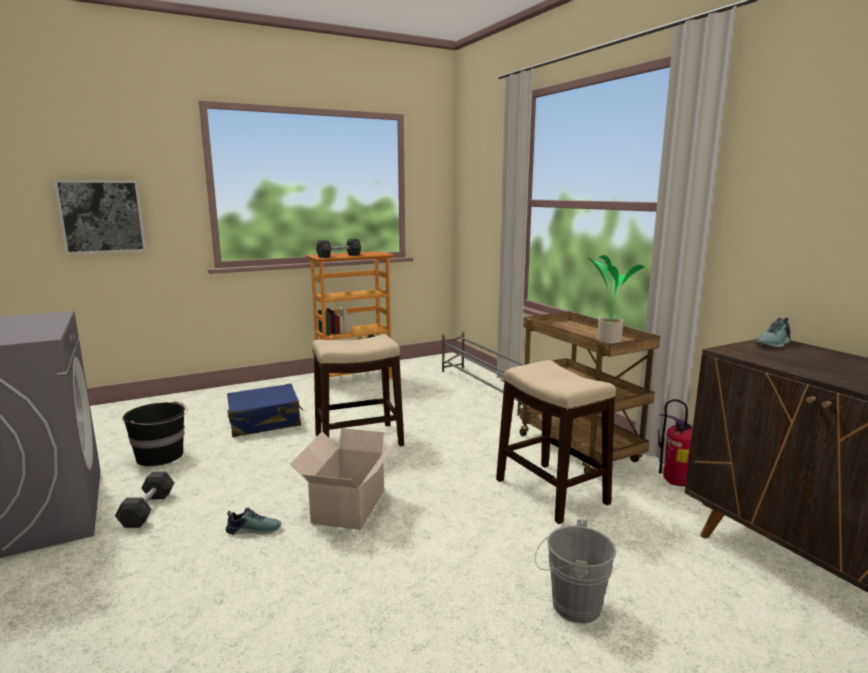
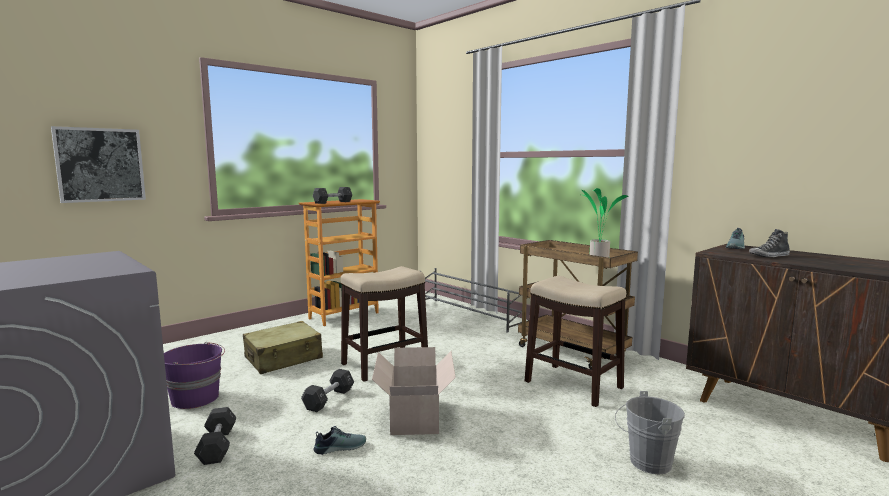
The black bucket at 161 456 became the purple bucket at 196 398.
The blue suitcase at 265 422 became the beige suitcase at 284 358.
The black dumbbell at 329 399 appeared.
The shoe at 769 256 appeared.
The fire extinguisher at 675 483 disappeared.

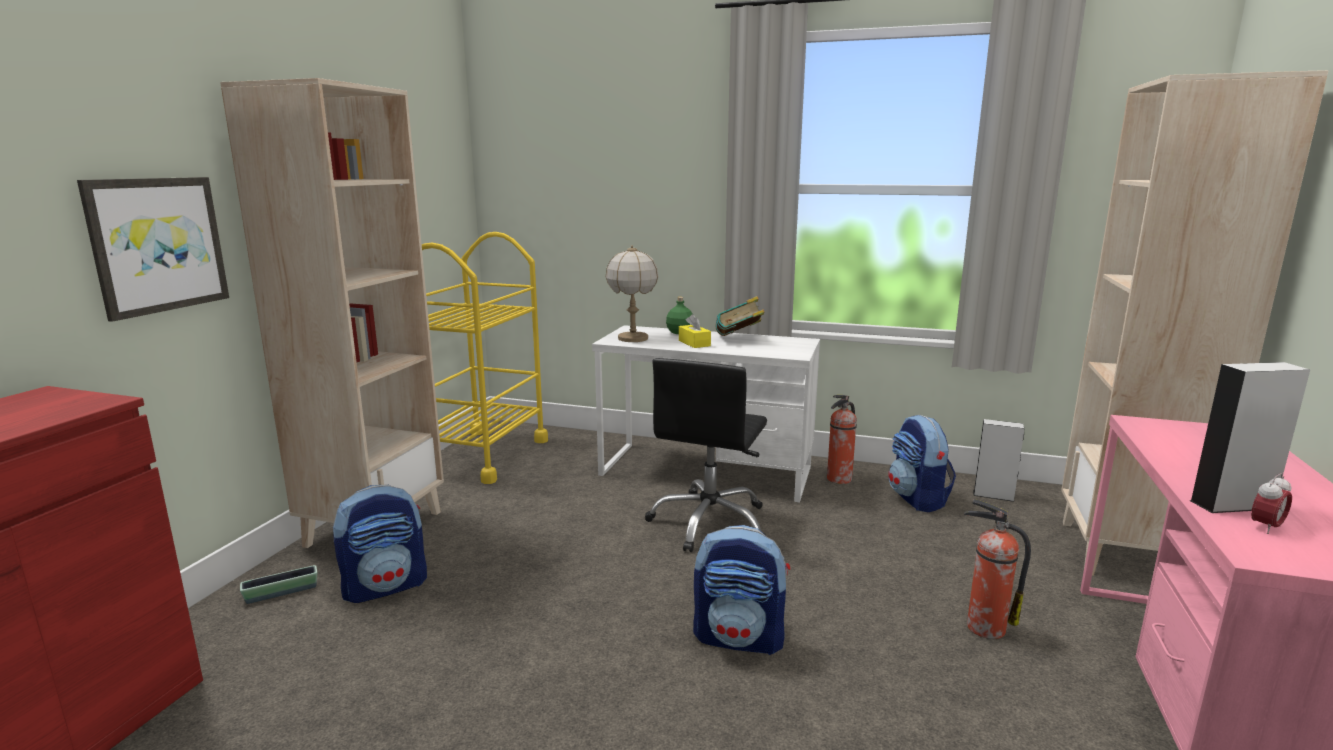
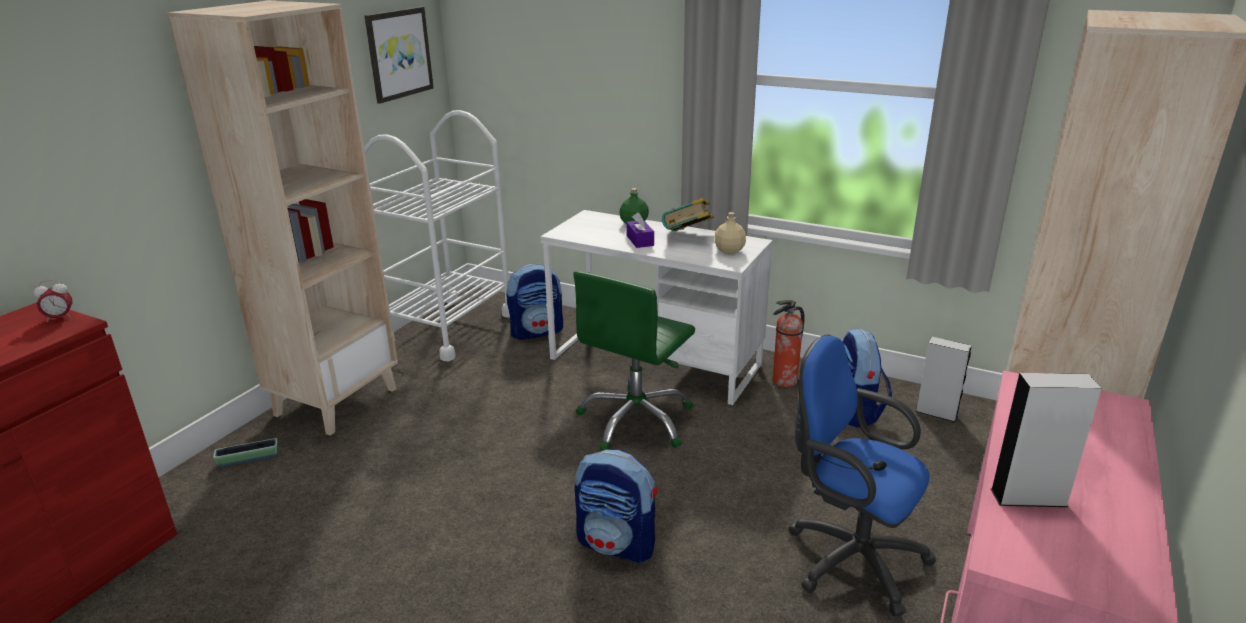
The alarm clock moved from 1265 527 to 60 318.
The yellow cart at 482 455 became the white cart at 449 328.
The picture moved from 157 245 to 398 54.
The backpack moved from 386 586 to 537 331.
The black office chair at 710 522 became the green office chair at 636 420.
The yellow tissue box at 694 343 became the purple tissue box at 640 240.
The beige bottle at 730 250 appeared.
The fire extinguisher at 983 627 was replaced by the blue office chair at 848 557.
The table lamp at 633 338 disappeared.

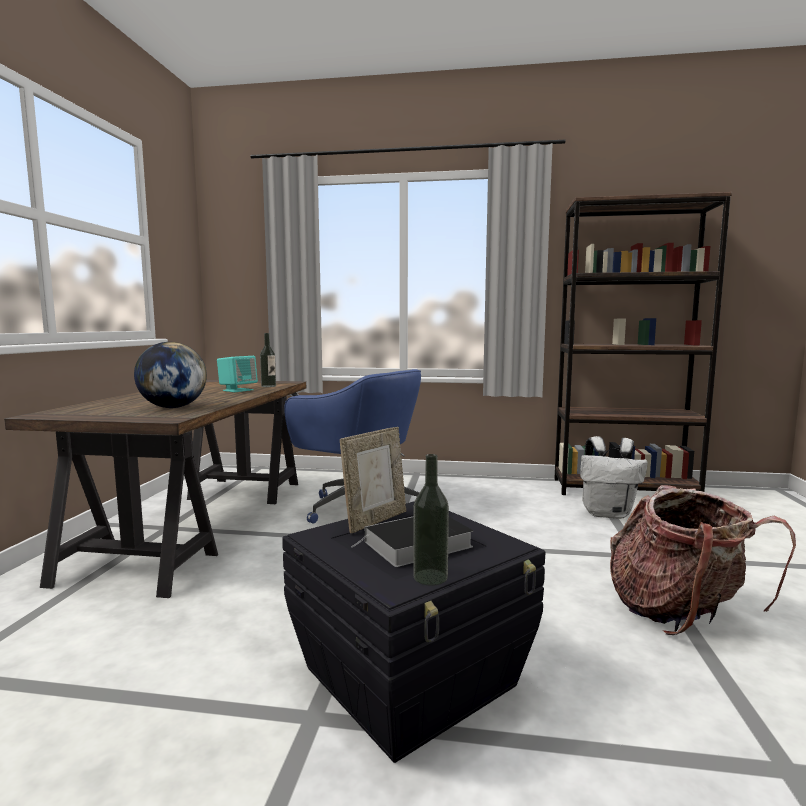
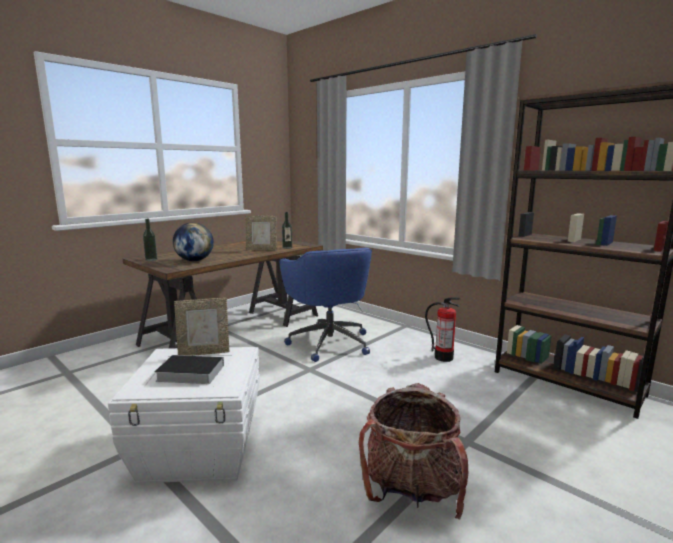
The black storage box at 412 676 became the white storage box at 200 450.
The bottle moved from 430 577 to 151 260.
The turquoise speaker at 238 390 was replaced by the picture frame at 261 249.
The fire extinguisher at 443 357 appeared.
The white backpack at 607 513 disappeared.

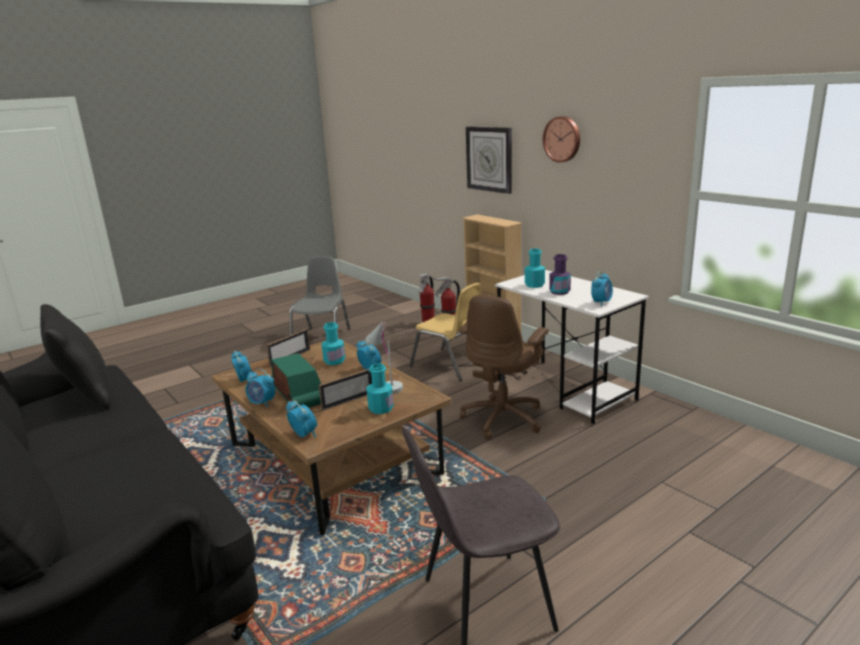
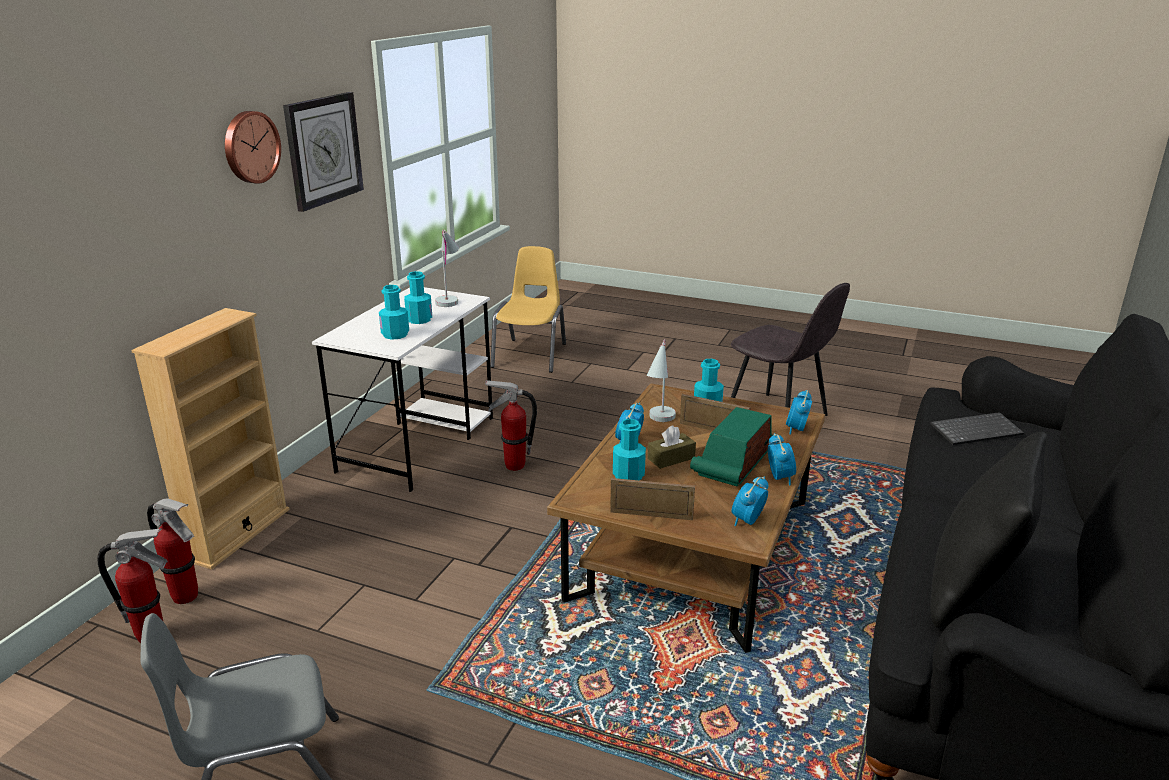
The wall clock moved from 489 159 to 323 150.
The purple bottle at 559 292 became the turquoise bottle at 419 319.
The alarm clock at 601 302 was replaced by the white table lamp at 449 299.
The brown office chair at 503 418 was replaced by the fire extinguisher at 514 466.
The yellow chair moved from 450 365 to 531 355.
The brown tissue box at 671 458 appeared.
The keyboard at 976 430 appeared.

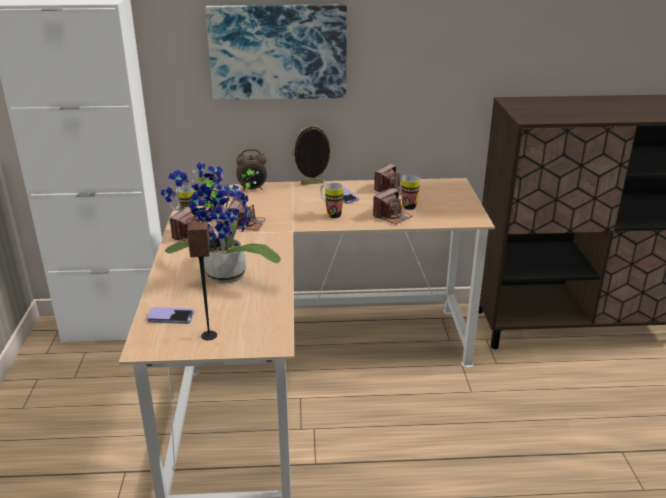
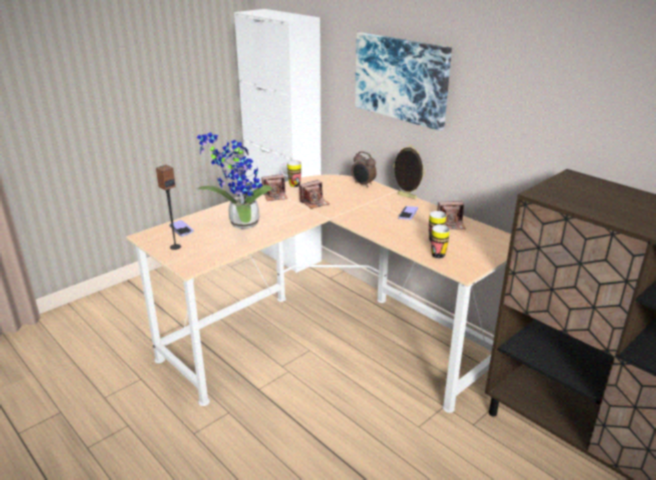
The mug moved from 330 214 to 437 253.
The photo camera at 392 216 disappeared.

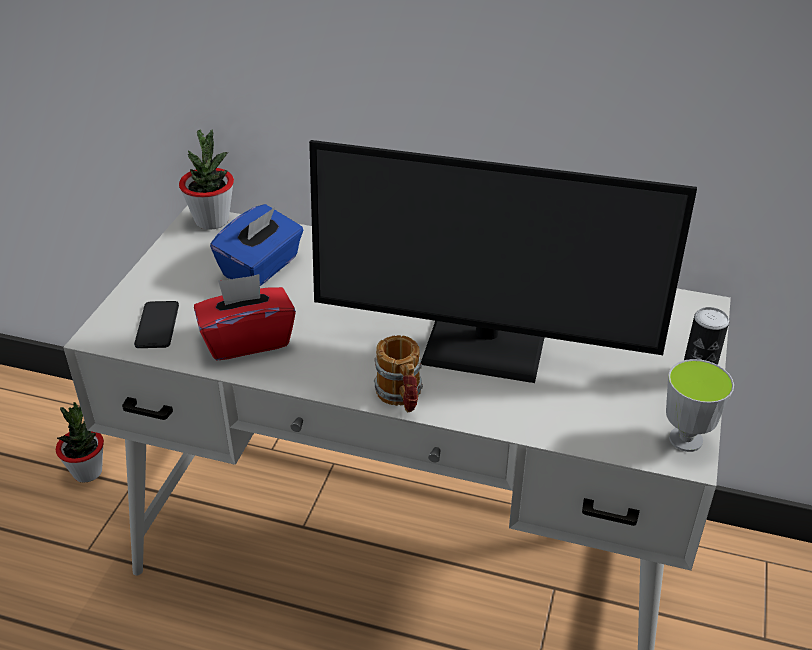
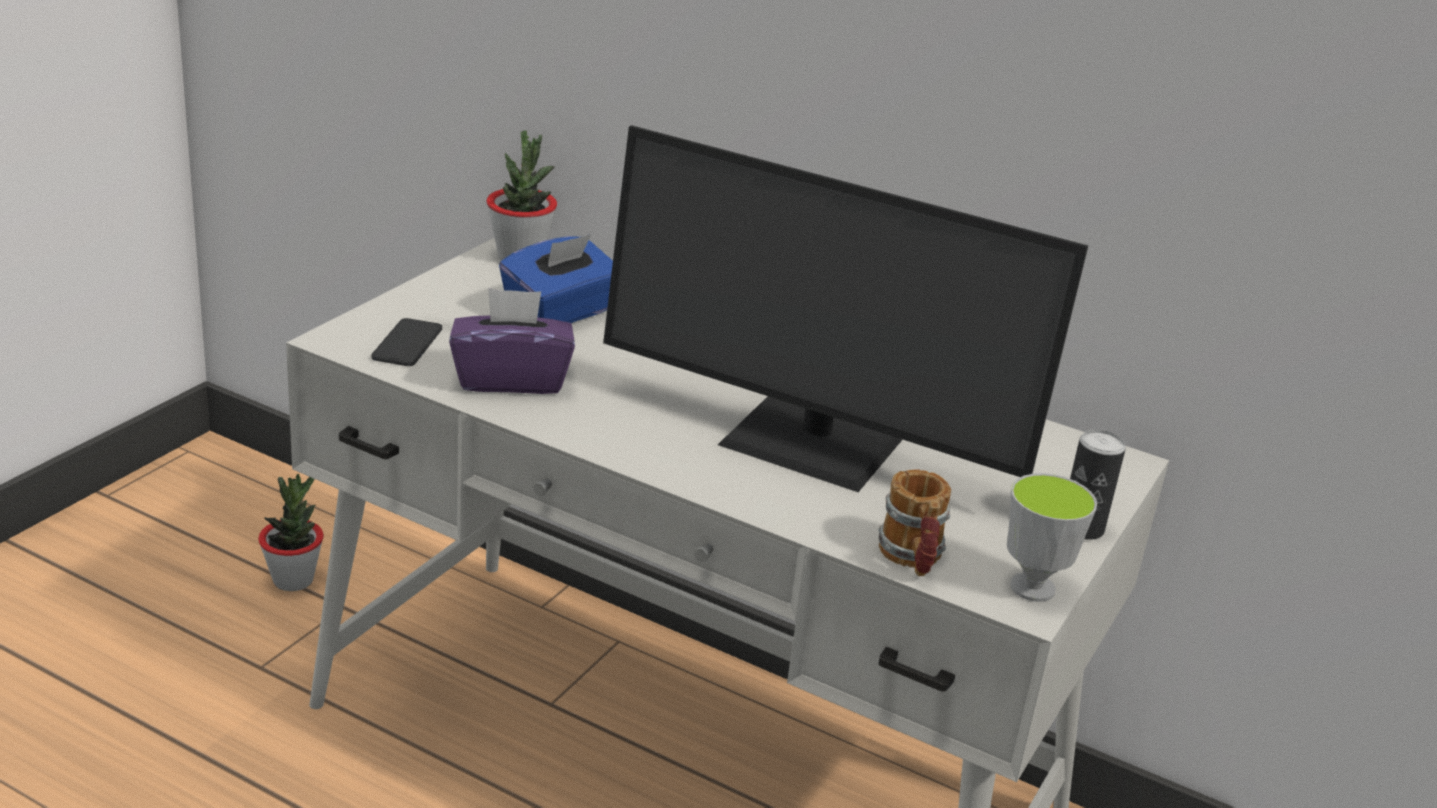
The red tissue box at 247 340 became the purple tissue box at 511 379.
The mug moved from 401 397 to 912 558.

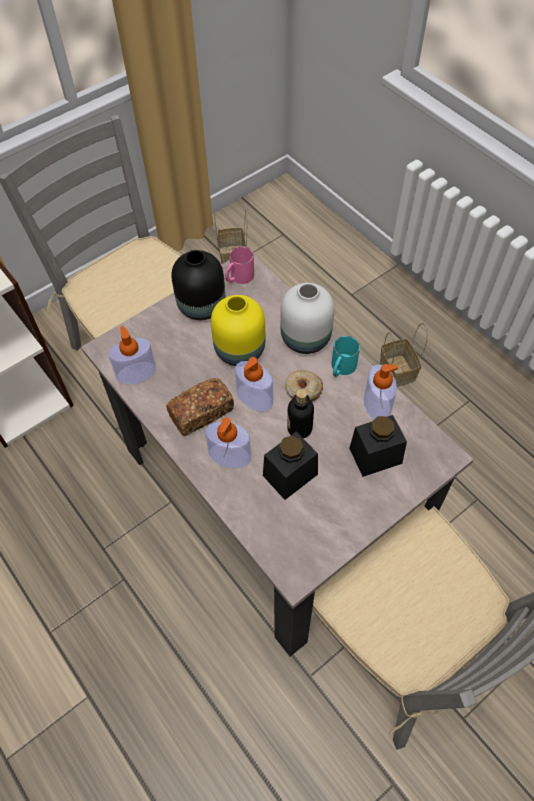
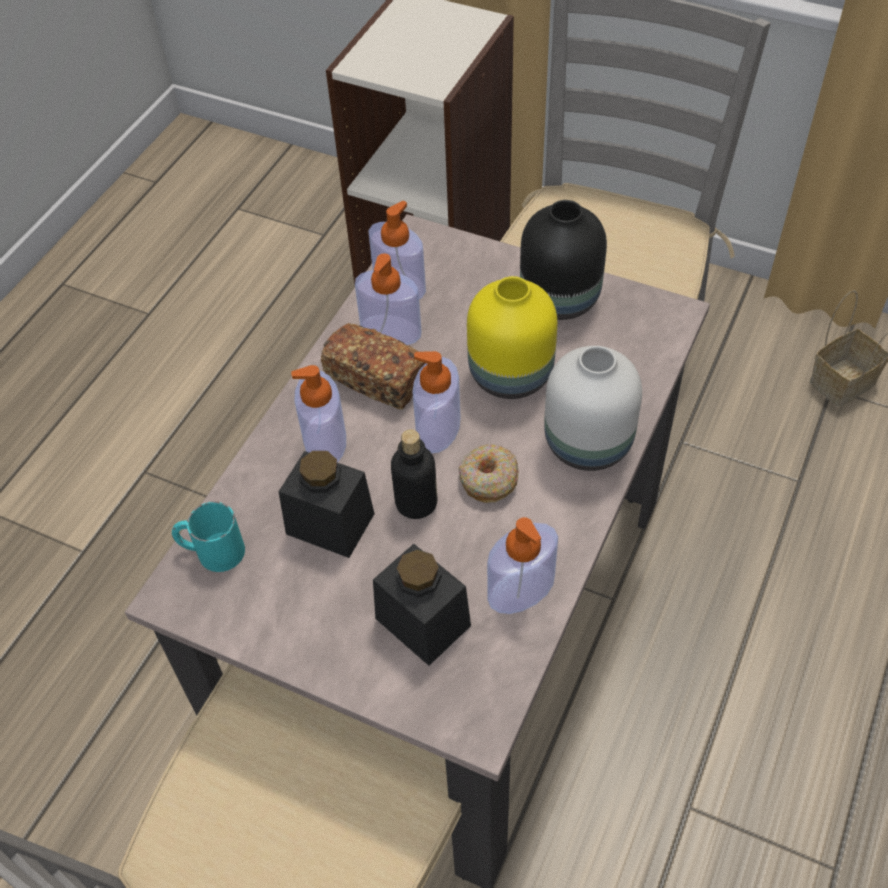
The turquoise mug moved from 341 368 to 211 551.
The soap dispenser at 391 330 appeared.
The pink mug at 238 277 disappeared.
The basket at 398 372 disappeared.

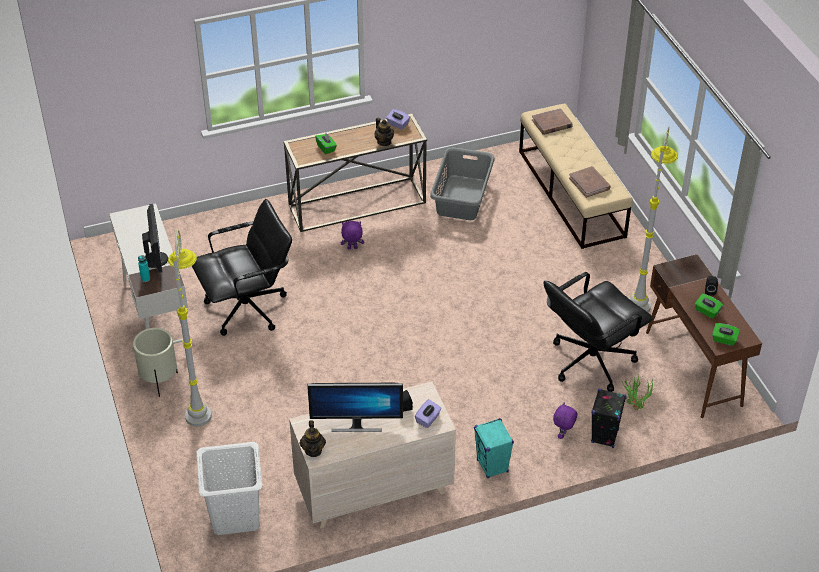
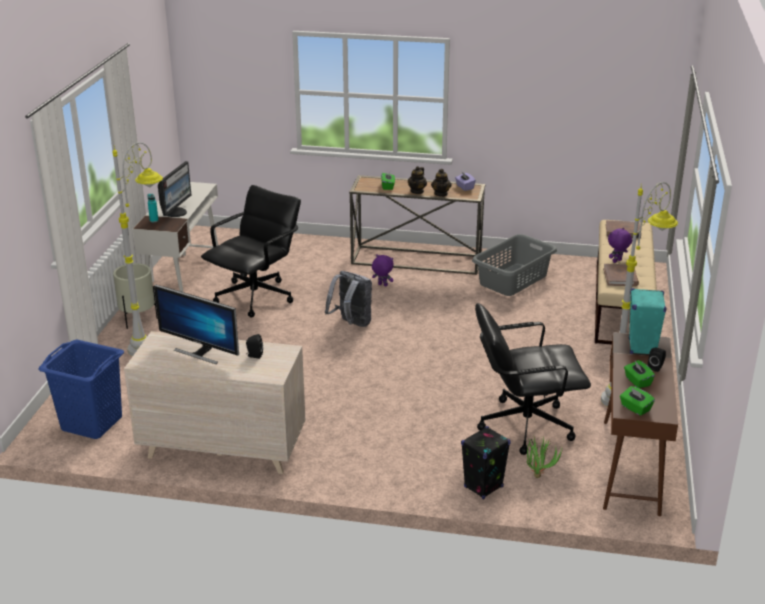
The white laundry basket at 234 515 became the blue laundry basket at 92 423.
The black office chair at 248 309 turned 60 degrees counterclockwise.
The grey backpack at 351 324 appeared.
The teapot moved from 313 450 to 417 191.
The purple plush toy moved from 563 434 to 617 261.
The turquoise speaker moved from 492 466 to 642 347.
The purple tissue box at 428 419 disappeared.

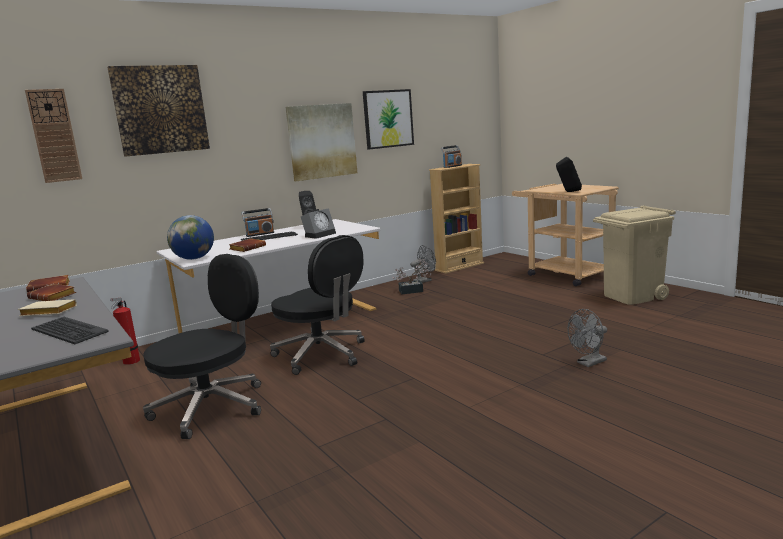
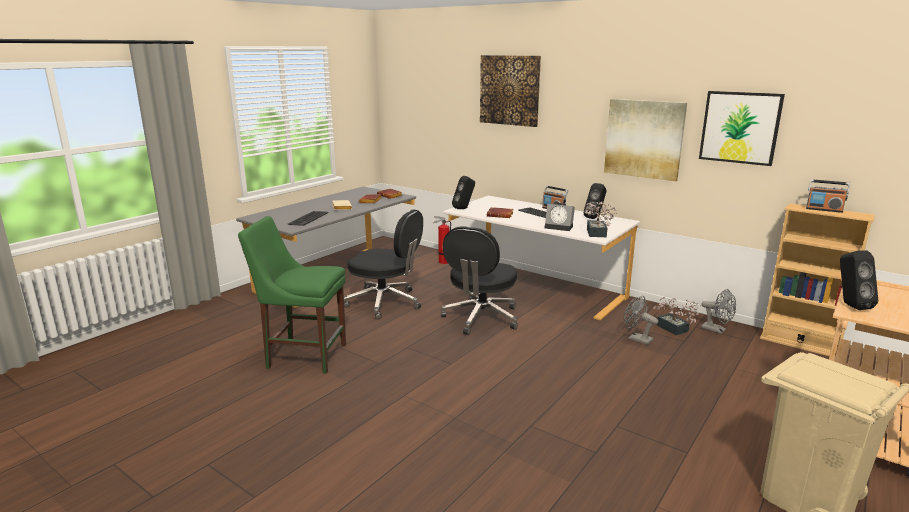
The green chair at 303 355 appeared.
The globe at 194 258 was replaced by the black speaker at 464 208.
The potted plant at 596 234 appeared.
The grey fan moved from 588 363 to 636 339.
The wall clock at 54 136 disappeared.

